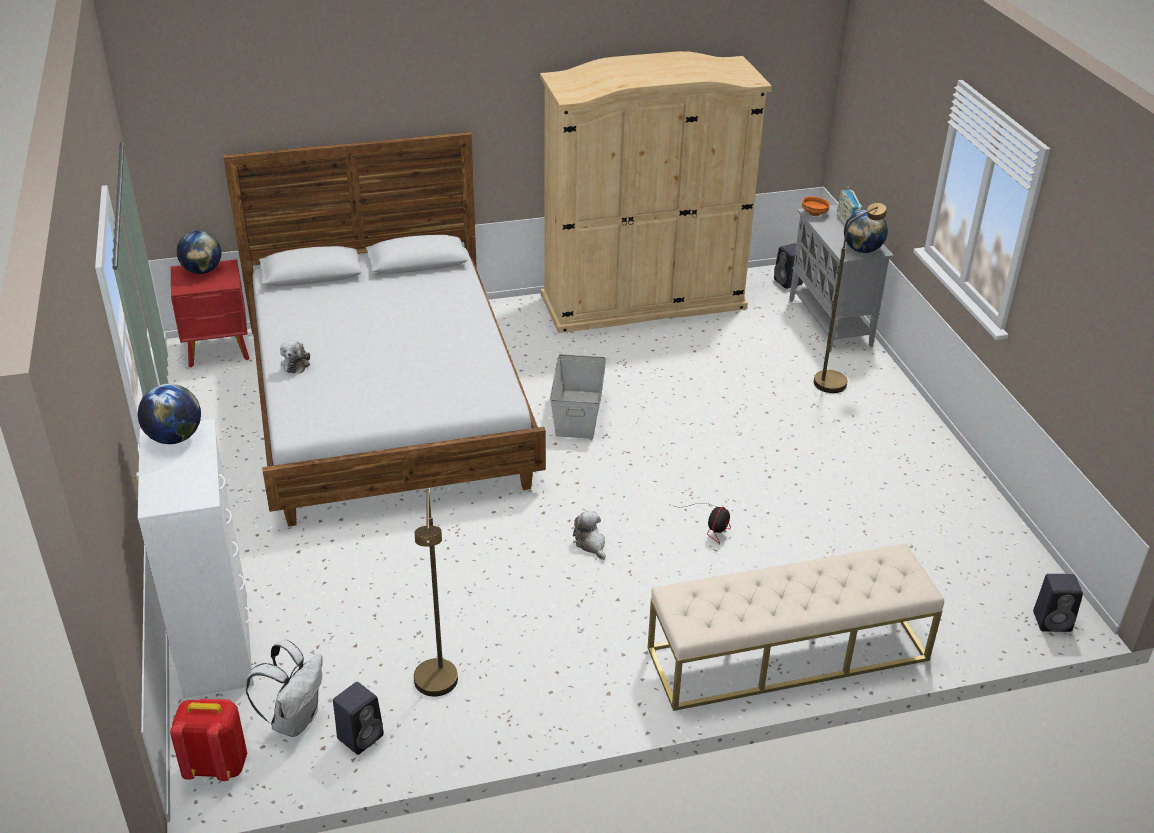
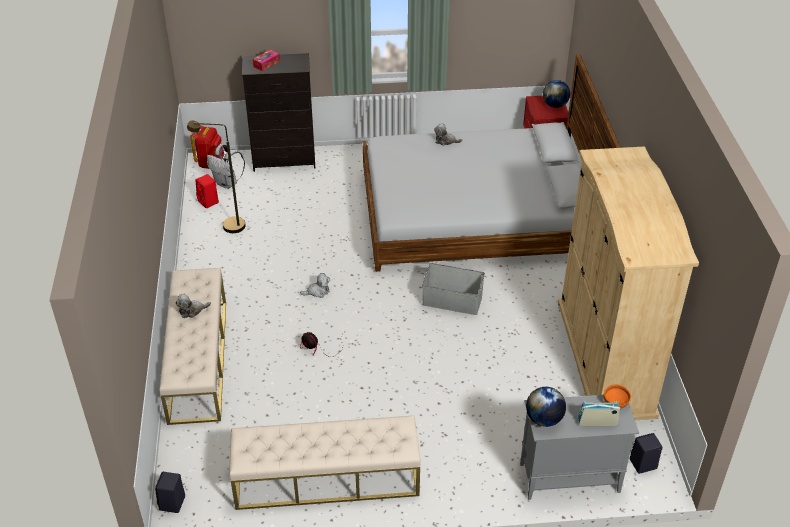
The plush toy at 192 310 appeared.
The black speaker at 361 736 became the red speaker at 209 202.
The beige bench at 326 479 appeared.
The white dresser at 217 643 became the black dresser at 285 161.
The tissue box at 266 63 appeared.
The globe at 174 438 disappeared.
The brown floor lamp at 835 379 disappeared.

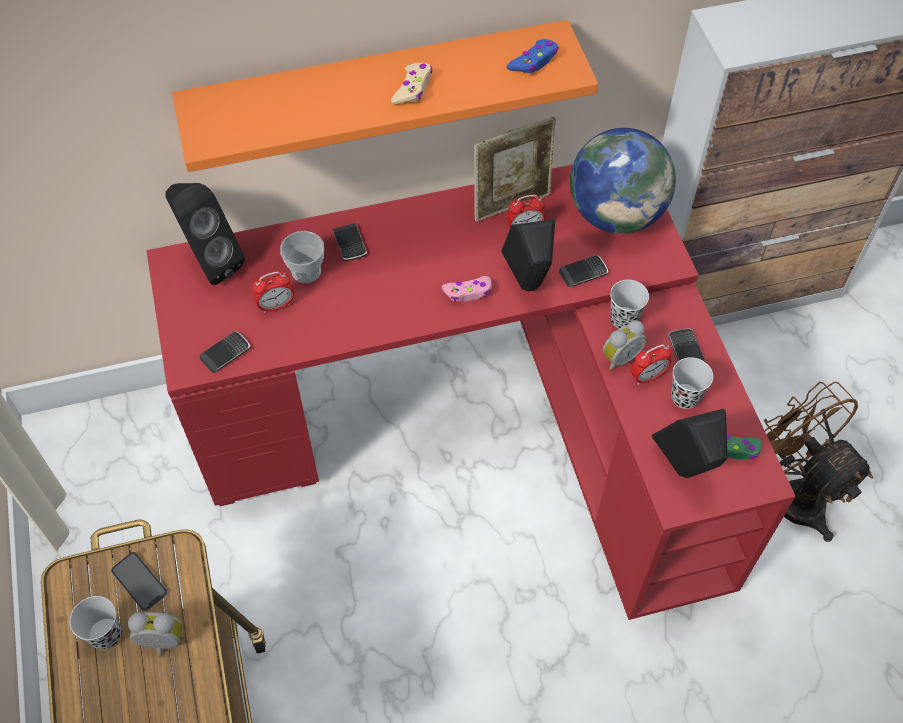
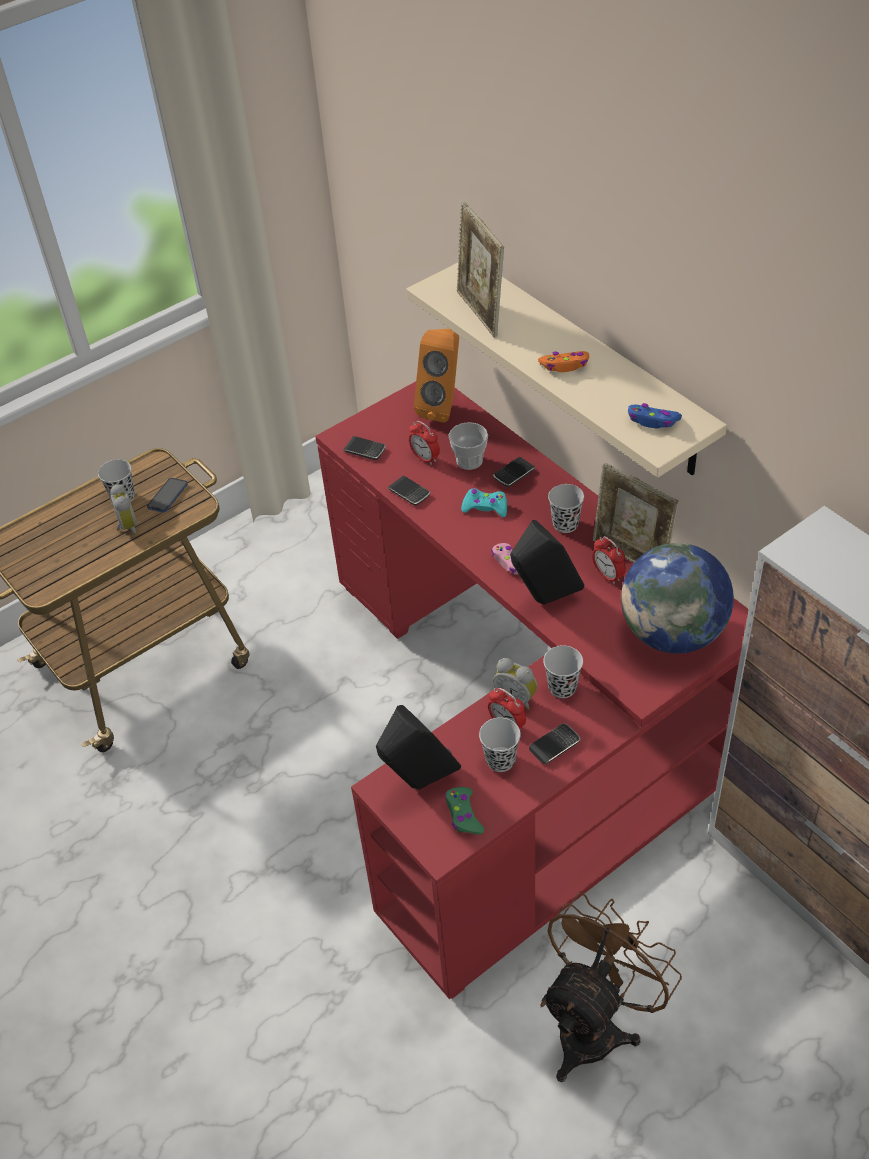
The phone moved from 583 273 to 409 493.
The orange shelf at 377 88 became the beige shelf at 587 366.
The black speaker at 210 262 became the orange speaker at 443 407.
The picture frame at 480 313 appeared.
The turquoise game controller at 485 507 appeared.
The beige game controller at 413 88 became the orange game controller at 565 365.
The black cup at 565 524 appeared.

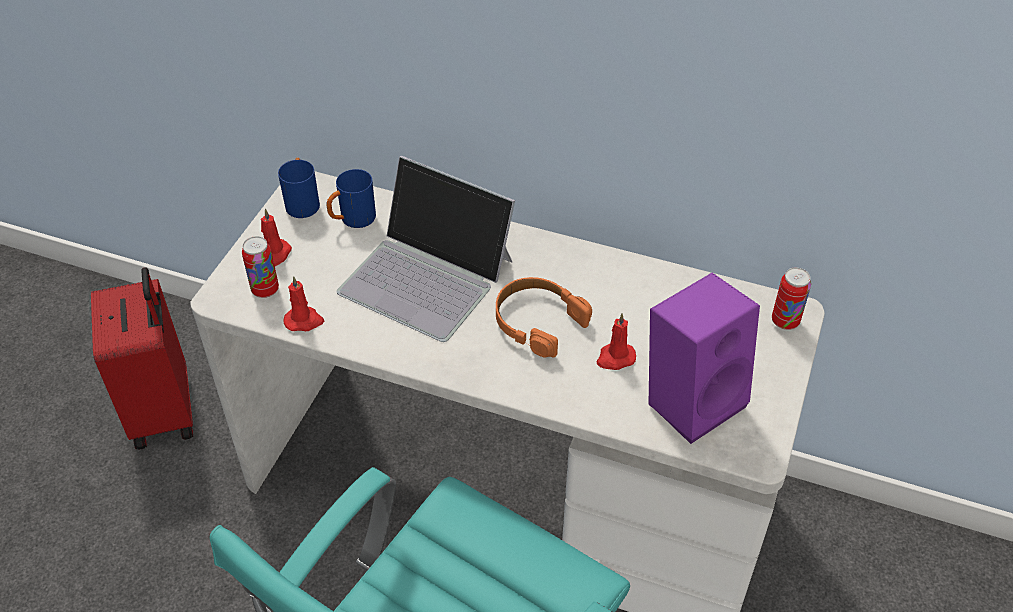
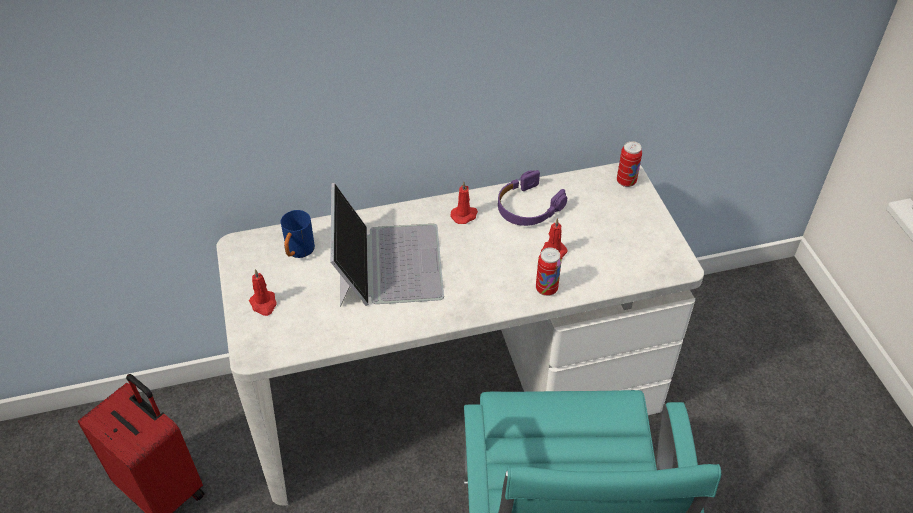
The laptop at 427 275 turned 90 degrees counterclockwise.
The red candle moved from 304 321 to 464 215.
The purple headphones at 528 207 appeared.
The can moved from 265 290 to 546 289.
The blue mug at 302 202 disappeared.
The orange headphones at 538 322 disappeared.
The purple speaker at 692 399 disappeared.

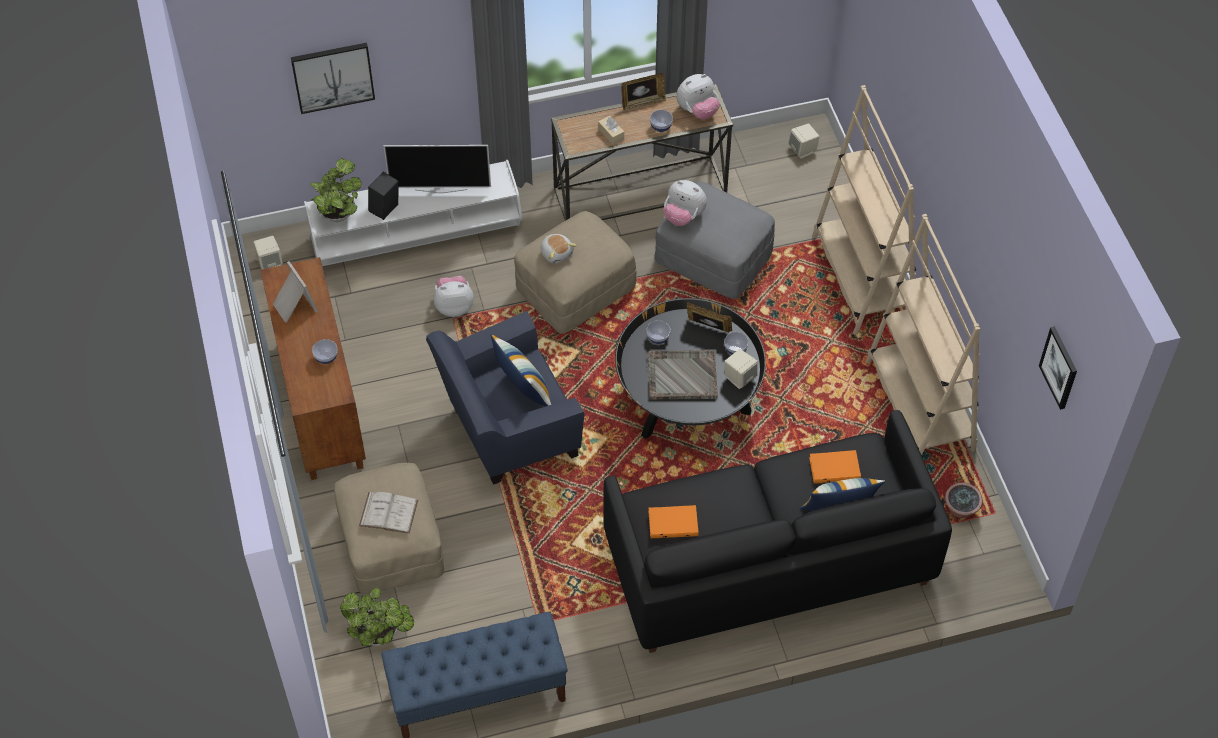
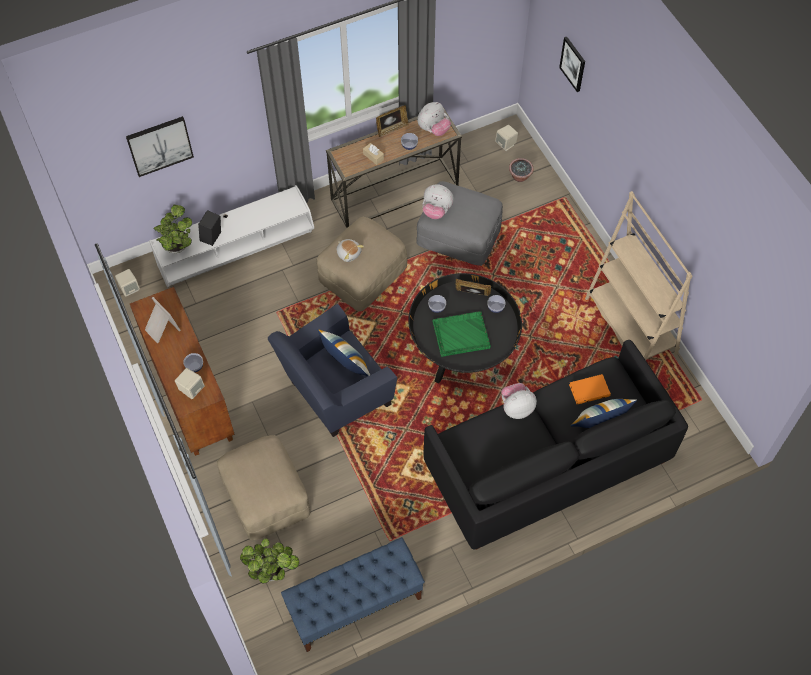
The beige speaker moved from 739 378 to 191 389.
The grey tray at 681 376 became the green tray at 460 334.
The plush toy moved from 454 306 to 516 407.
The potted plant moved from 960 510 to 520 177.
The picture moved from 1059 367 to 573 64.
The white book at 388 512 disappeared.
The television at 441 189 disappeared.
The orange book at 673 522 disappeared.
The beige bookcase at 862 277 disappeared.

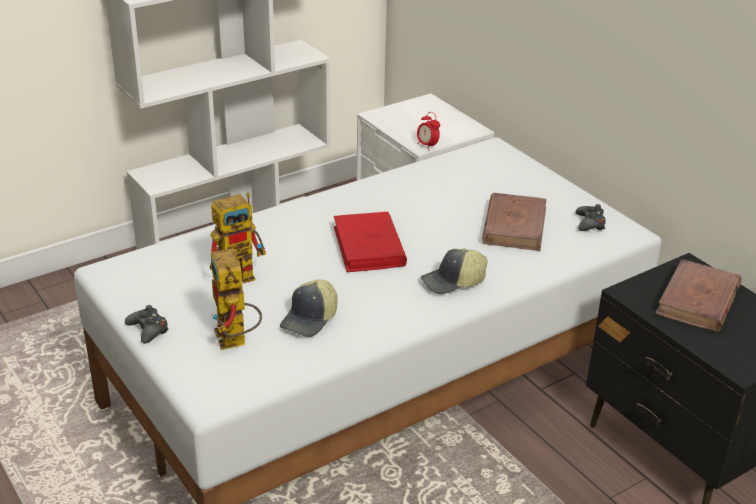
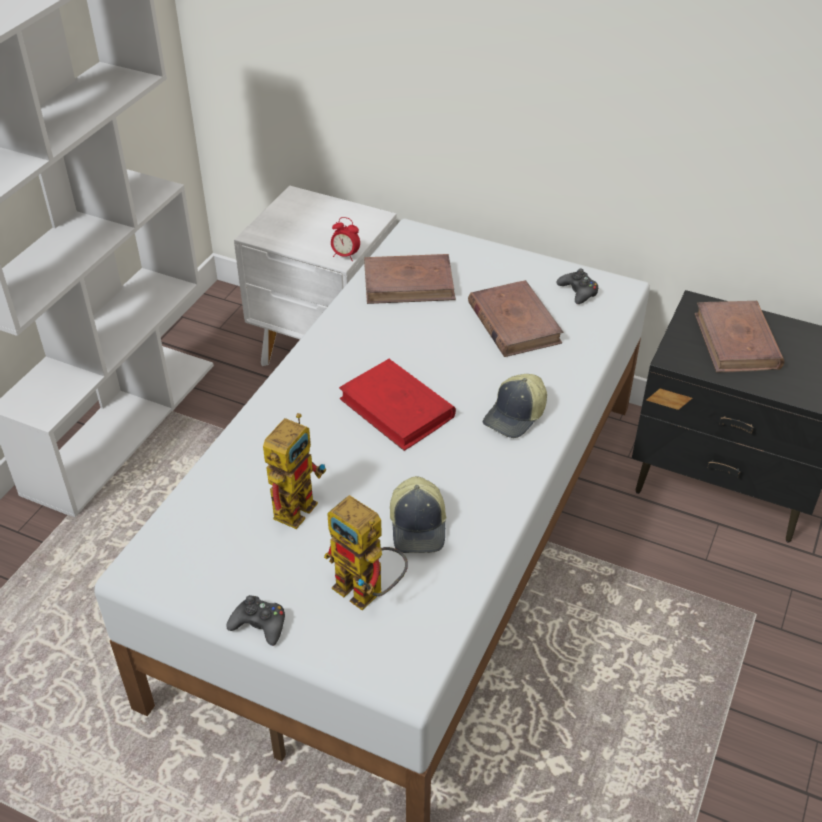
The brown book at 409 283 appeared.

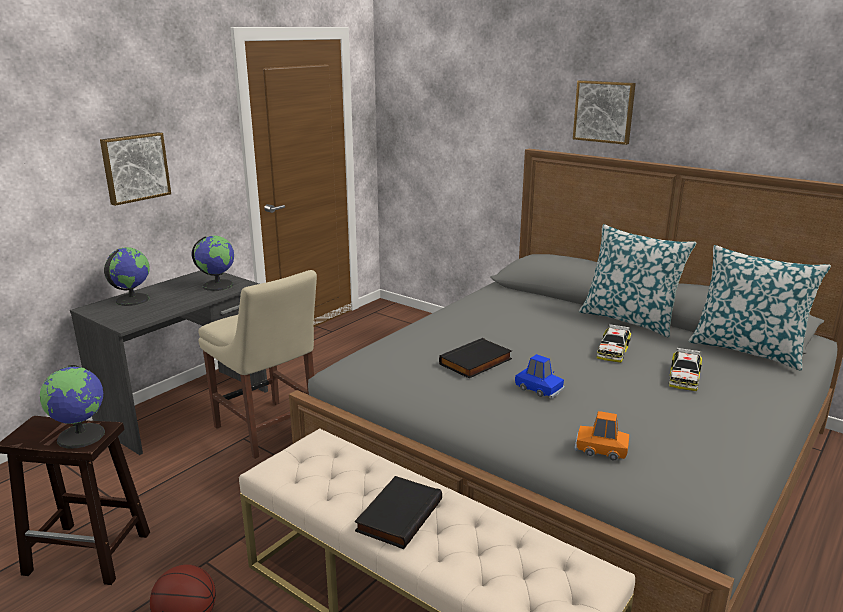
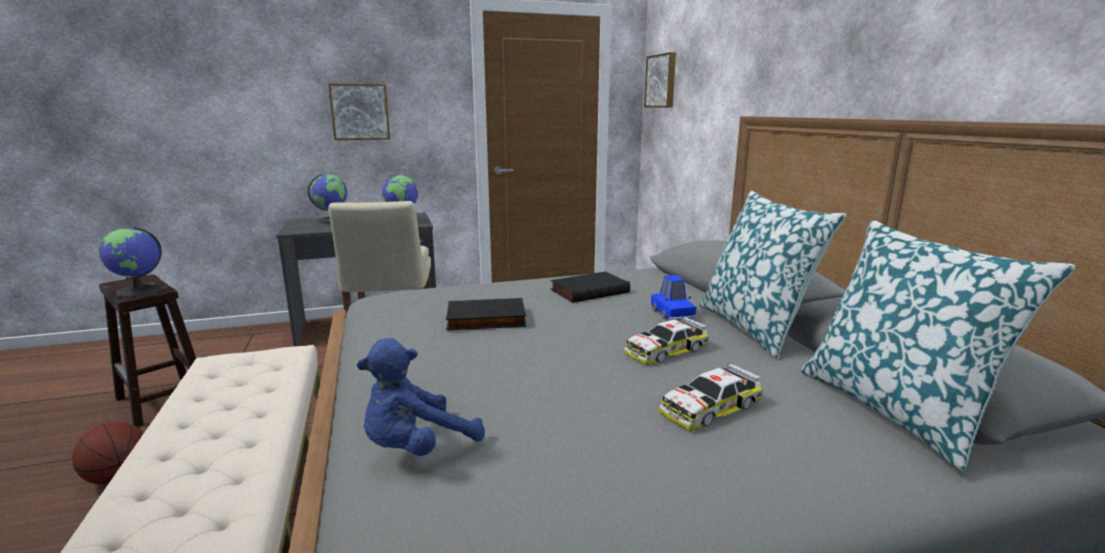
The orange toy car at 600 449 was replaced by the blue plush toy at 417 447.
The black book moved from 398 514 to 589 290.
The picture moved from 604 111 to 662 81.
The blue toy car moved from 539 389 to 672 314.

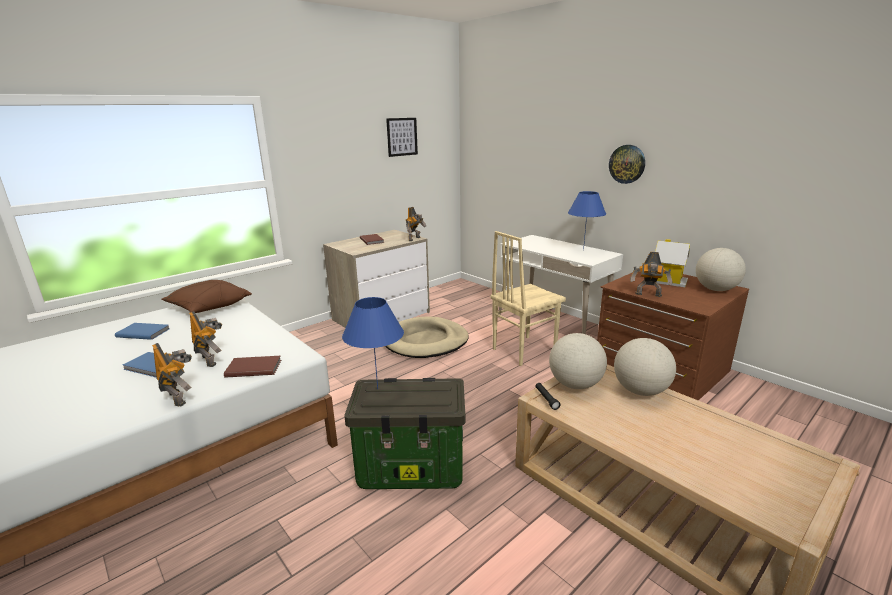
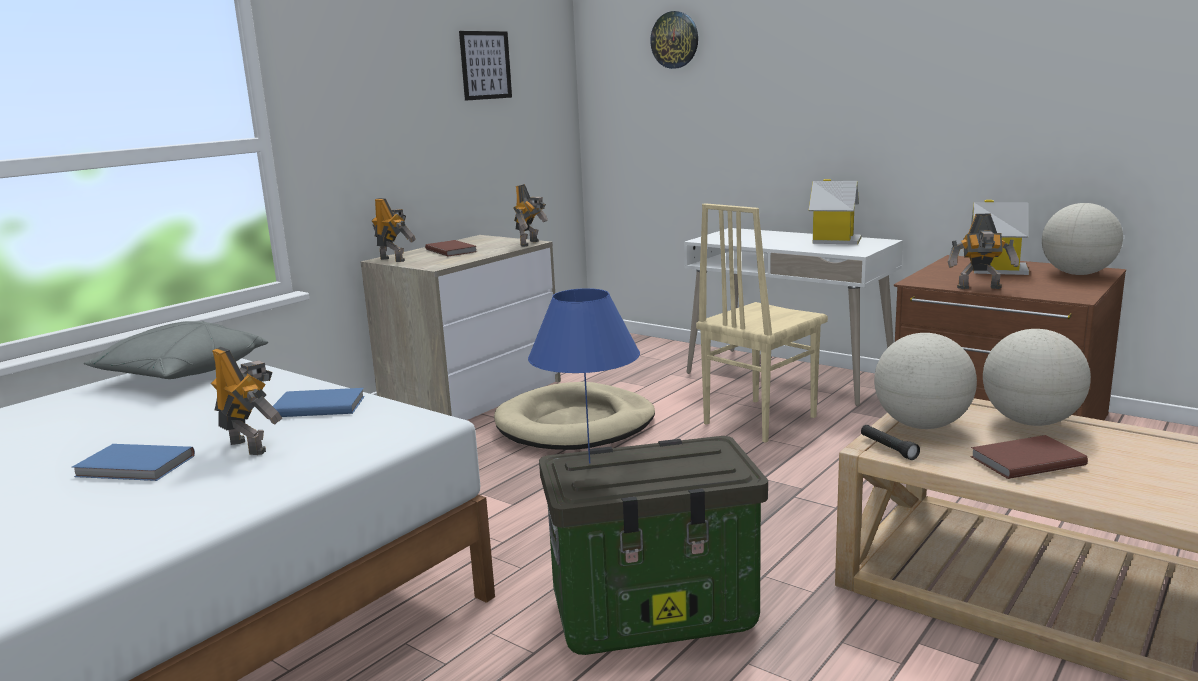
The brown pillow at 209 307 became the grey pillow at 182 375.
The blue book moved from 143 332 to 318 406.
The toy robot moved from 179 398 to 393 259.
The wall clock moved from 627 164 to 675 40.
The blue table lamp at 583 250 was replaced by the toy house at 834 240.
The brown book moved from 253 368 to 1024 460.

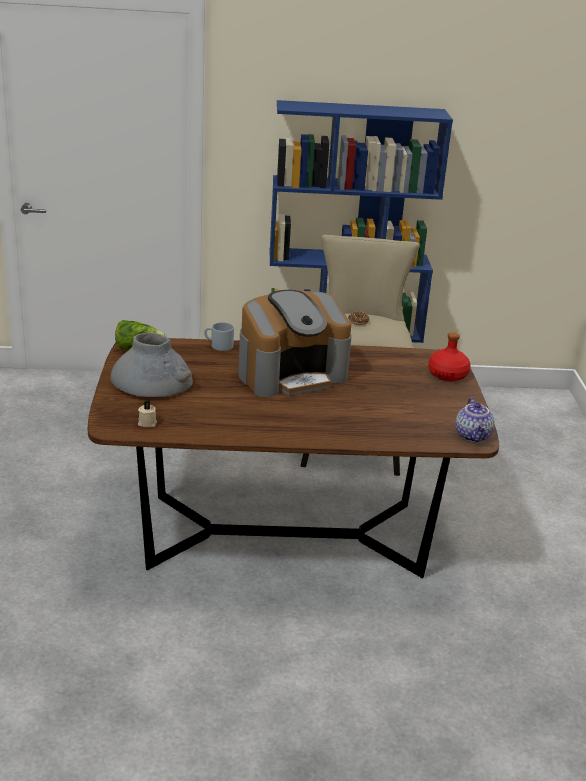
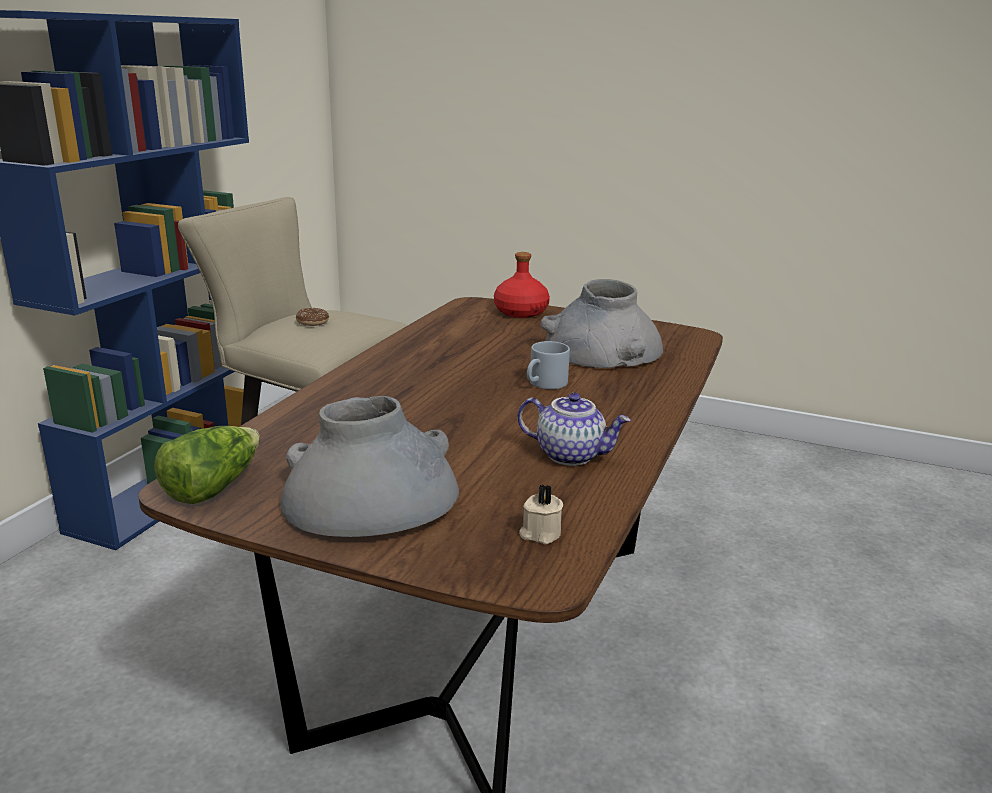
The teapot moved from 473 436 to 571 455.
The grey mug moved from 218 345 to 544 384.
The grey vase at 602 350 appeared.
The coffee machine at 291 374 disappeared.

